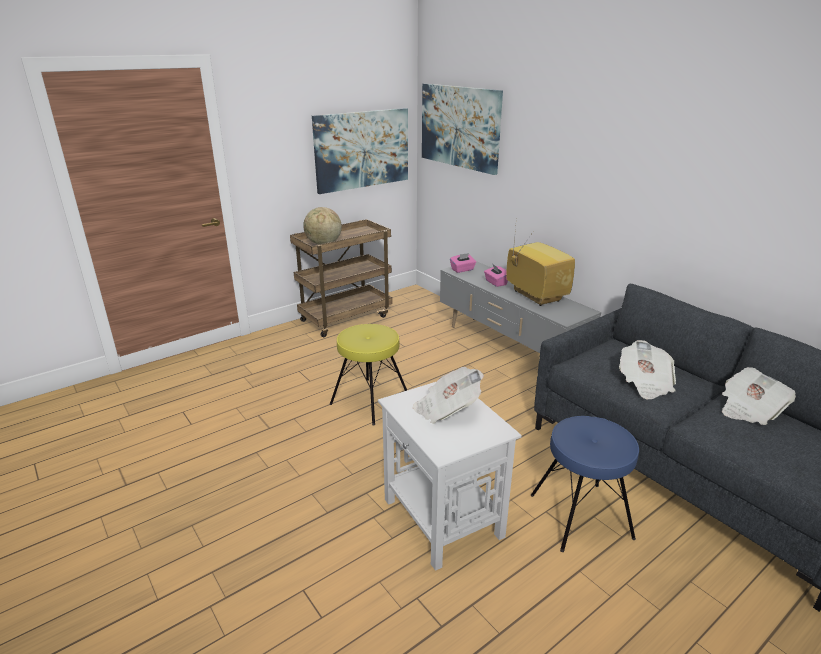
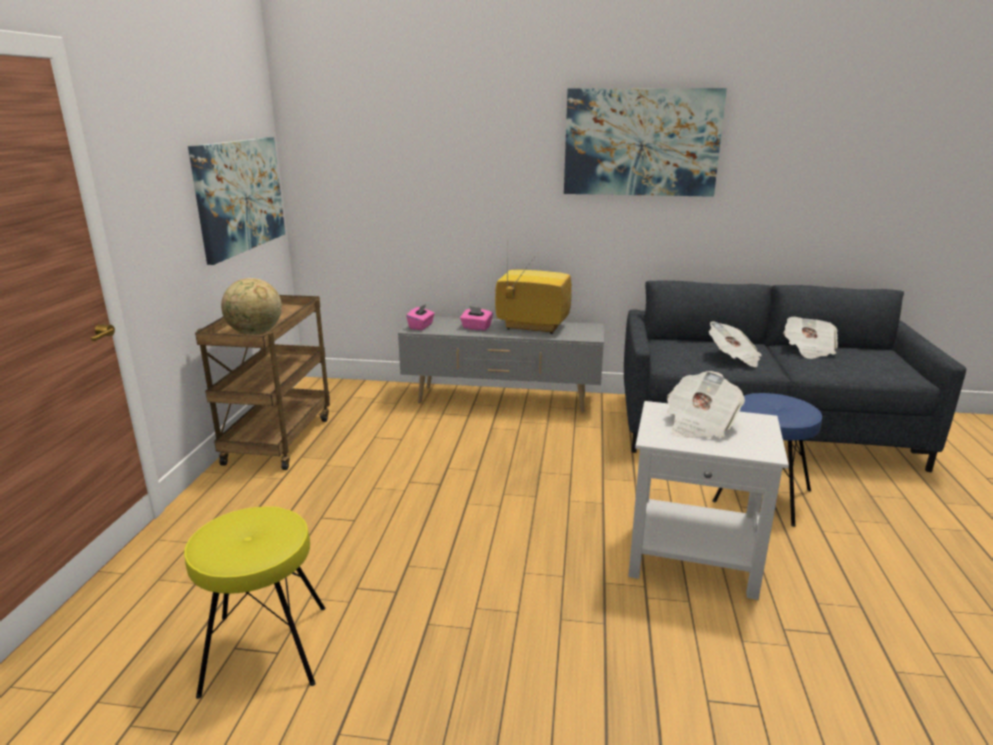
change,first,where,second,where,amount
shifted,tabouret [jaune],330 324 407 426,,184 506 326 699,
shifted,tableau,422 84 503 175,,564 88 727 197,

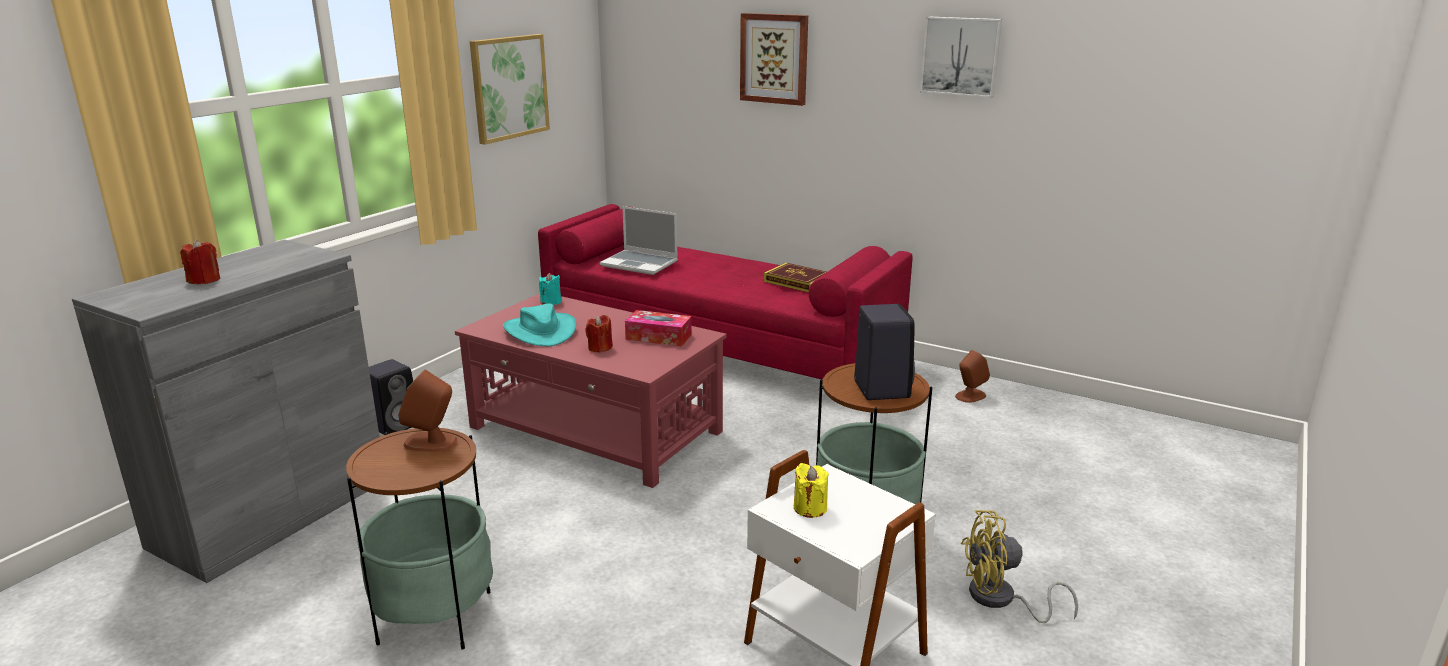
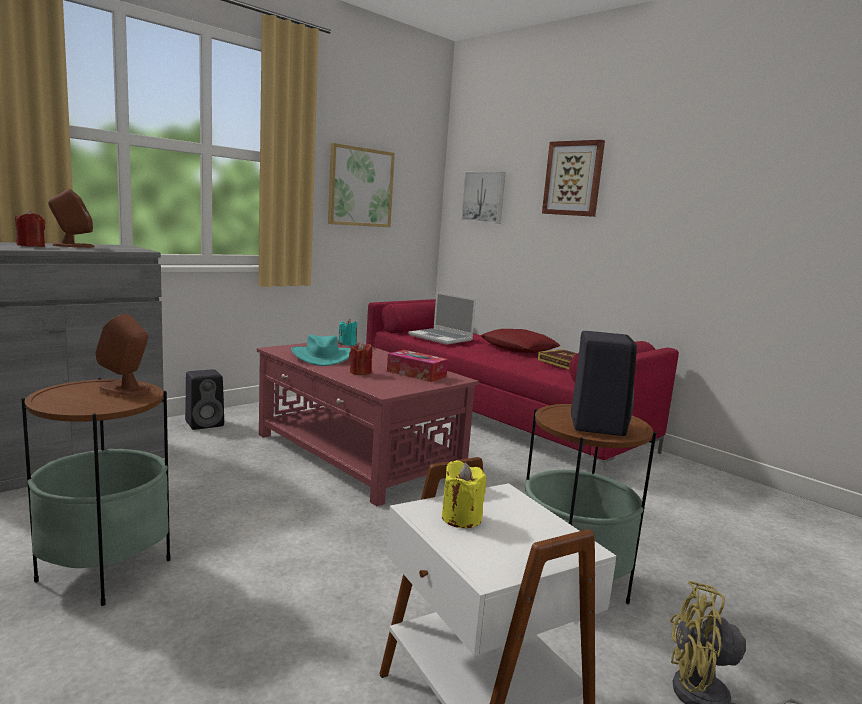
change,first,where,second,where,amount
shifted,tableau,920 17 1002 98,,461 172 506 224,
shifted,enceinte [marron],955 350 990 403,,48 189 94 248,
new,,,coussin [rouge],481 329 561 353,

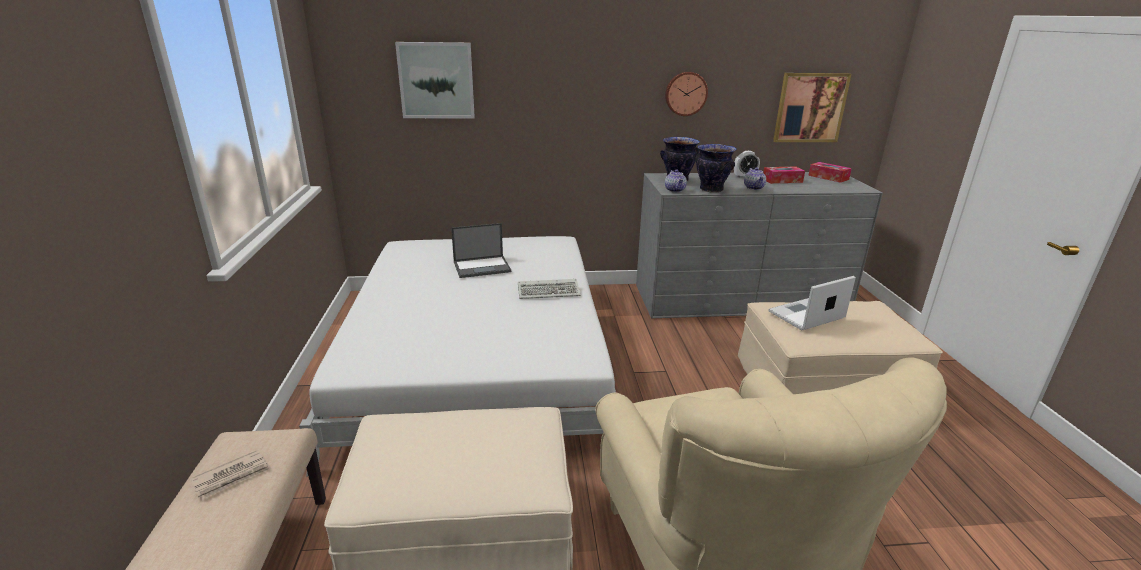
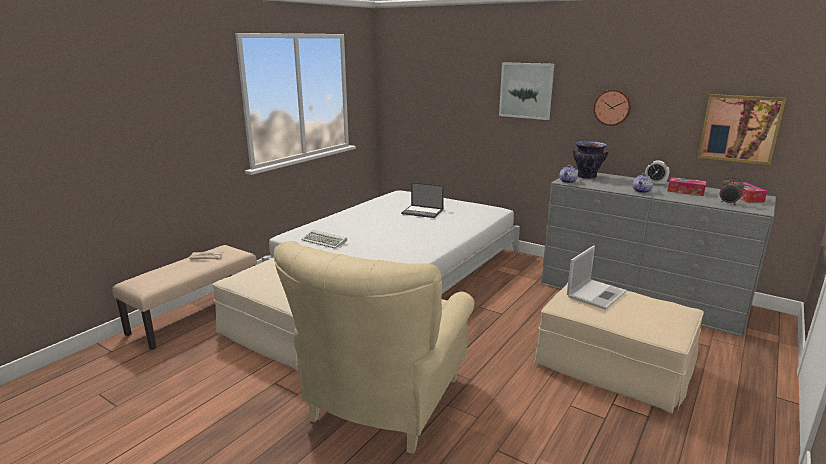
change,first,where,second,where,amount
shifted,tableau,395 42 475 118,,499 62 554 120,
shifted,clavier,518 279 580 299,,301 230 347 249,
gone,vase,695 144 737 193,,,
rotated,ordinateur portable,769 276 856 330,,567 246 627 310,120 degrees clockwise
new,,,réveil,720 177 744 205,

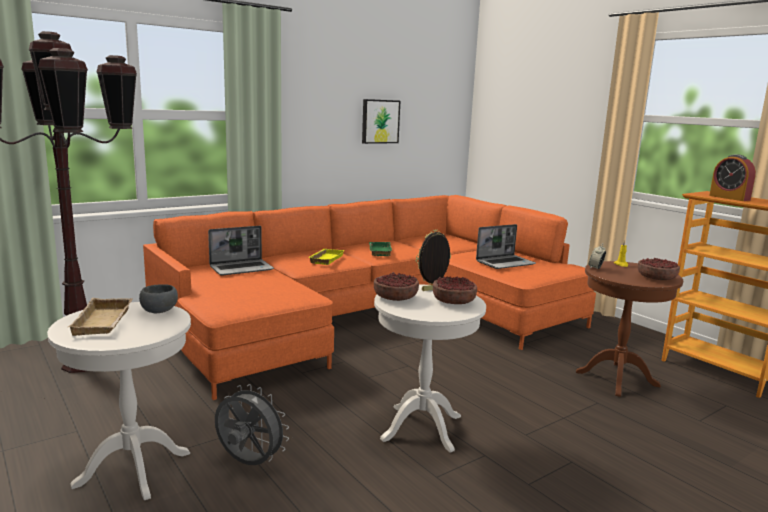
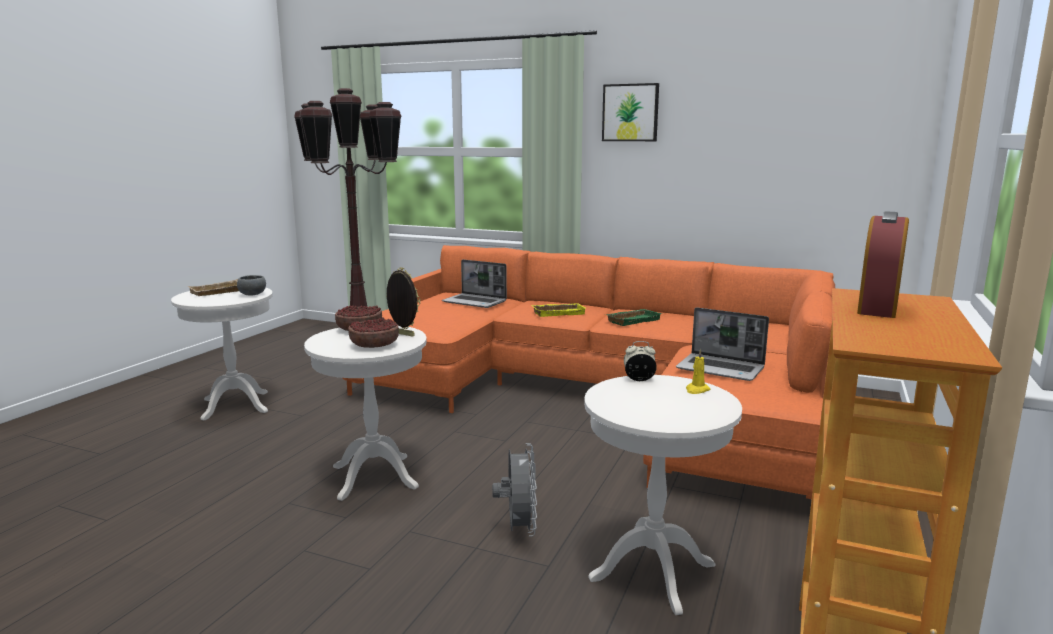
change,first,where,second,where,amount
shifted,ventilateur [gris],215 384 289 465,,492 443 537 537,
shifted,tableau,362 99 400 144,,602 83 659 141,
repainted,table d'appoint [marron],576 261 683 397,table d'appoint [blanc],584 375 742 615,
gone,bol,638 258 680 280,,,

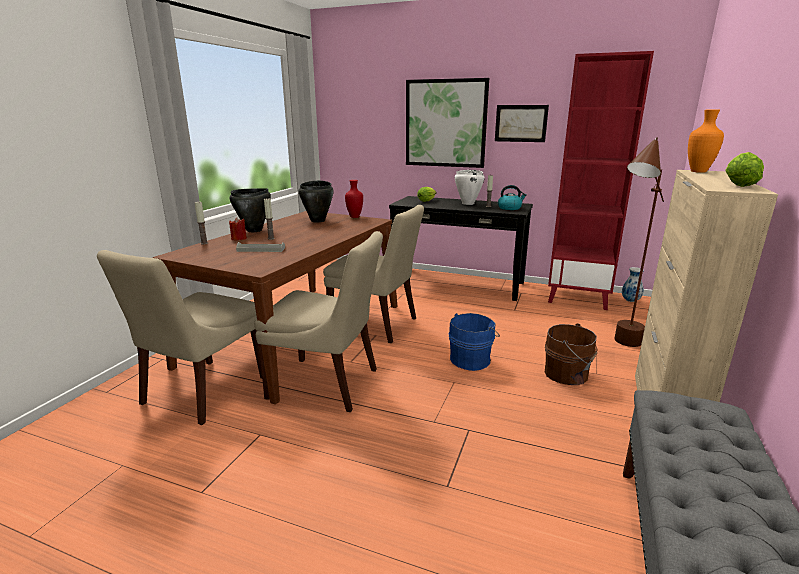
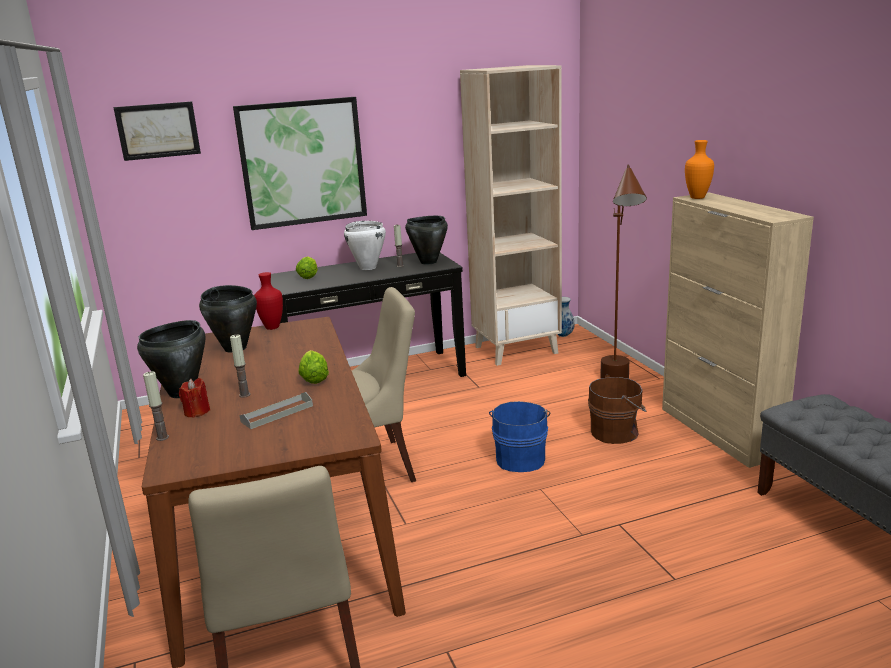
change,first,where,second,where,amount
gone,chaise [beige],254 231 383 412,,,
shifted,tableau,495 105 549 142,,113 101 201 161,
swapped,bouilloire,498 185 527 210,marmite [noir],405 216 448 265,
repainted,bibliothèque [rouge],548 51 654 310,bibliothèque [beige],460 65 562 366,
shifted,laitue,725 152 764 187,,298 350 329 384,

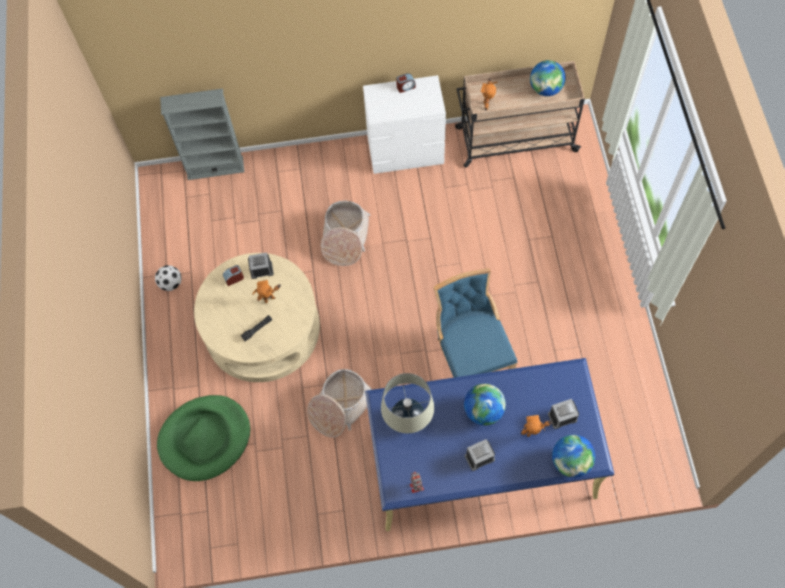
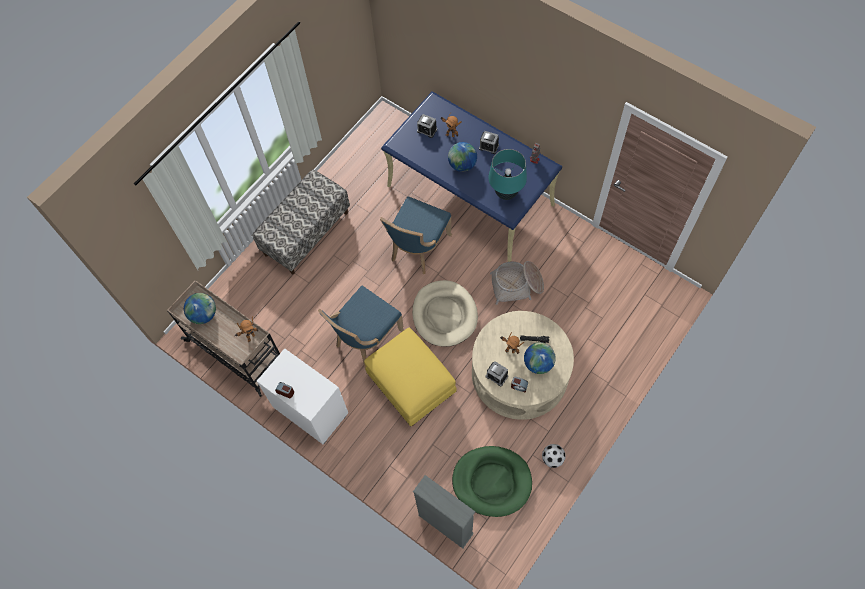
change,first,where,second,where,amount
shifted,panier pour chien [vert],157 395 251 481,,452 446 532 517,
swapped,panier,321 201 370 266,pouf [jaune],364 327 457 426,
repainted,lampe de table [beige],381 373 434 434,lampe de table [turquoise],488 149 527 200,
shifted,globe,552 435 595 478,,524 342 556 374,
new,,,banc,252 169 350 275,
new,,,chaise [bleu],318 286 404 367,
new,,,panier pour chien [beige],412 280 478 347,

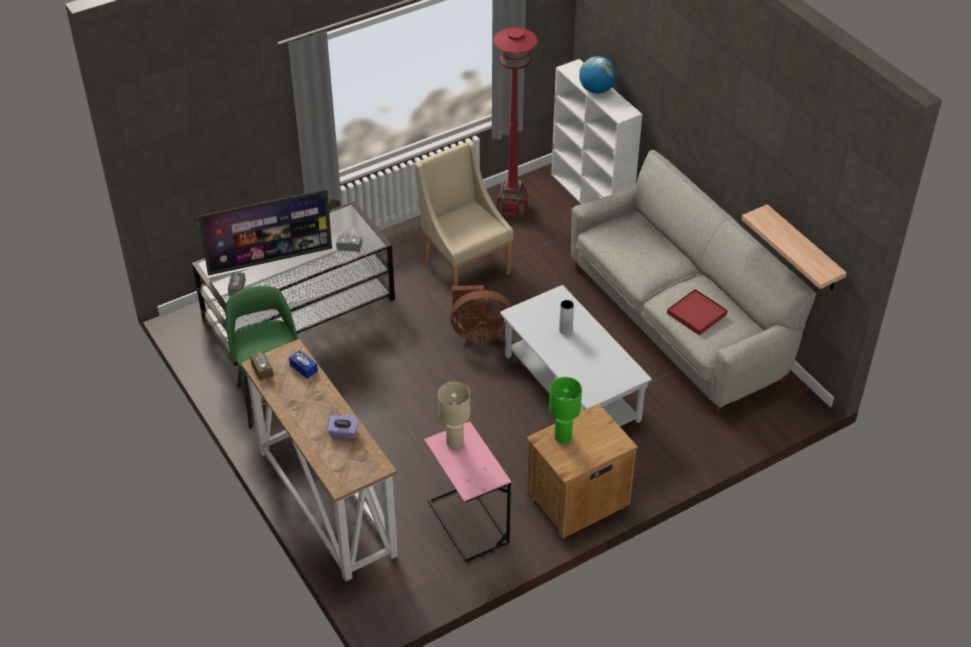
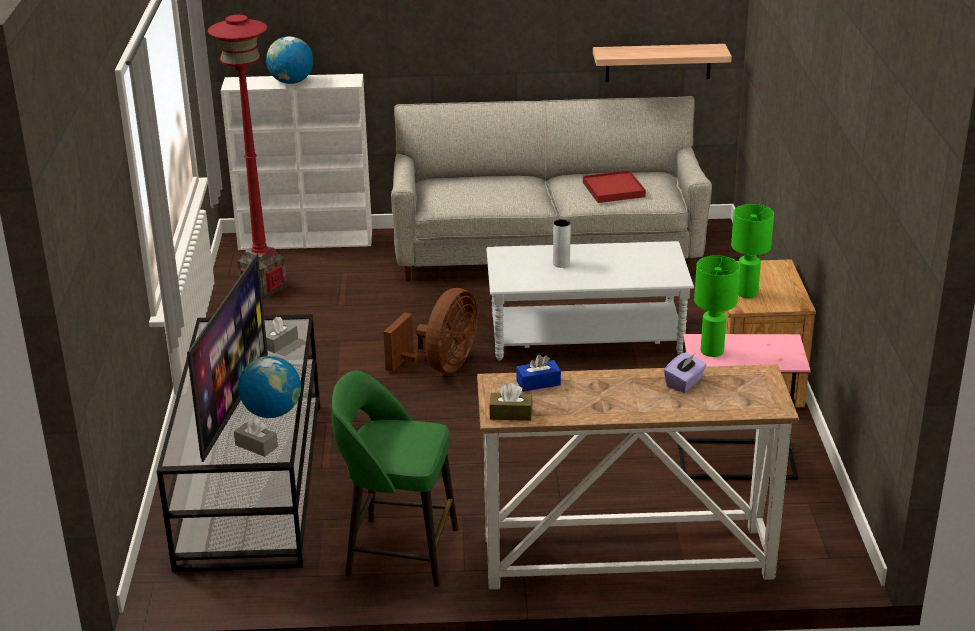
change,first,where,second,where,amount
gone,fauteuil [beige],414 141 513 286,,,
repainted,lampe de table [beige],438 382 470 449,lampe de table [vert],694 255 740 357,
new,,,globe,238 356 301 418,

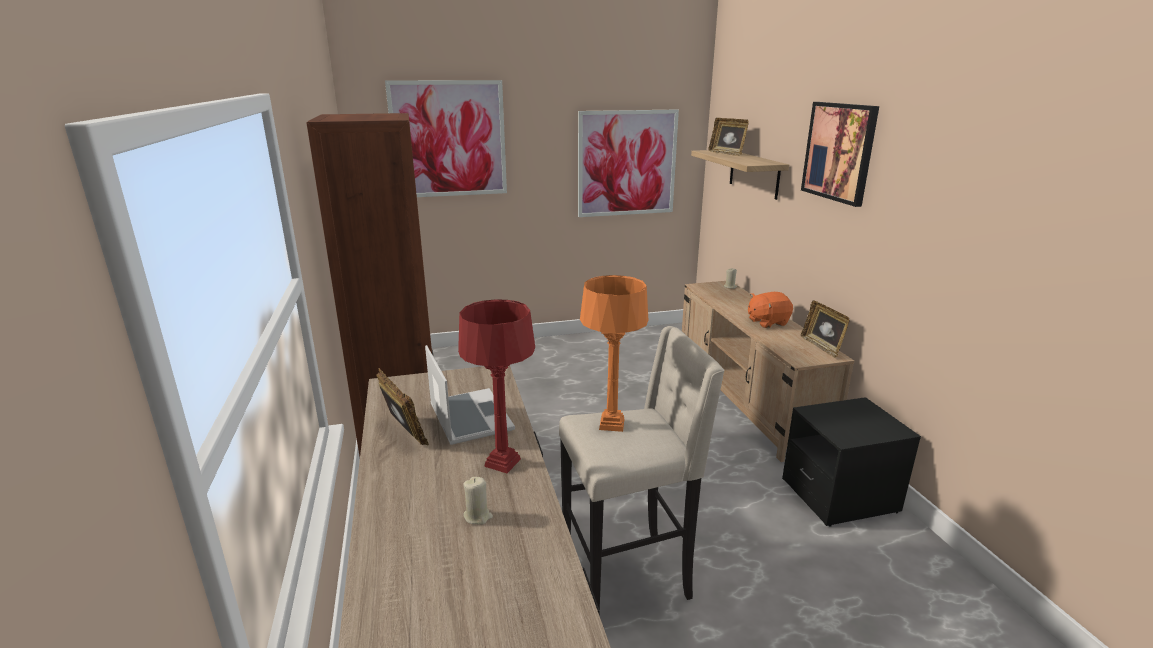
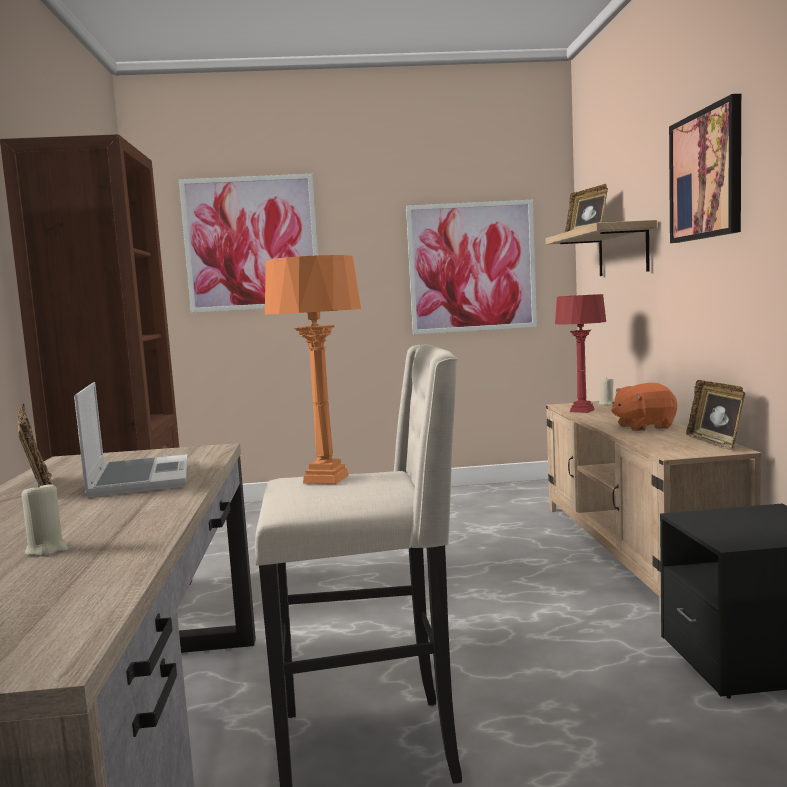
change,first,where,second,where,amount
shifted,lampe de table [rouge],458 299 535 473,,555 294 606 413,

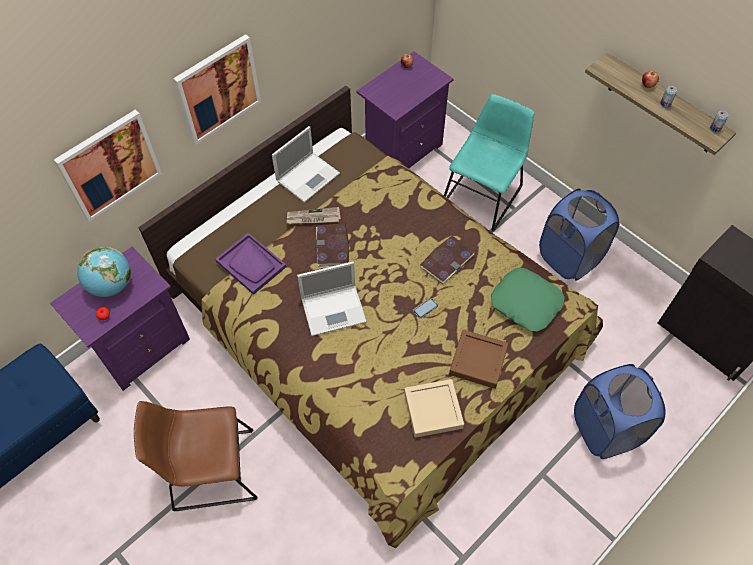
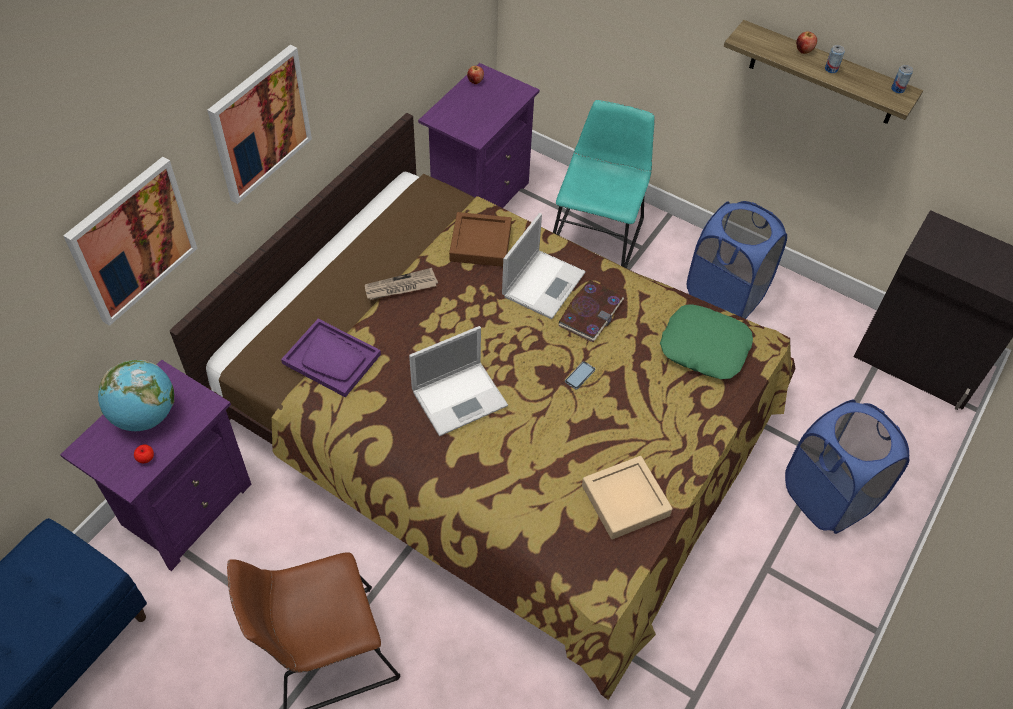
change,first,where,second,where,amount
shifted,ordinateur portable,272 126 340 203,,502 213 586 319,
gone,livre,315 223 349 268,,,
shifted,plateau [marron],449 330 508 389,,449 212 512 267,

